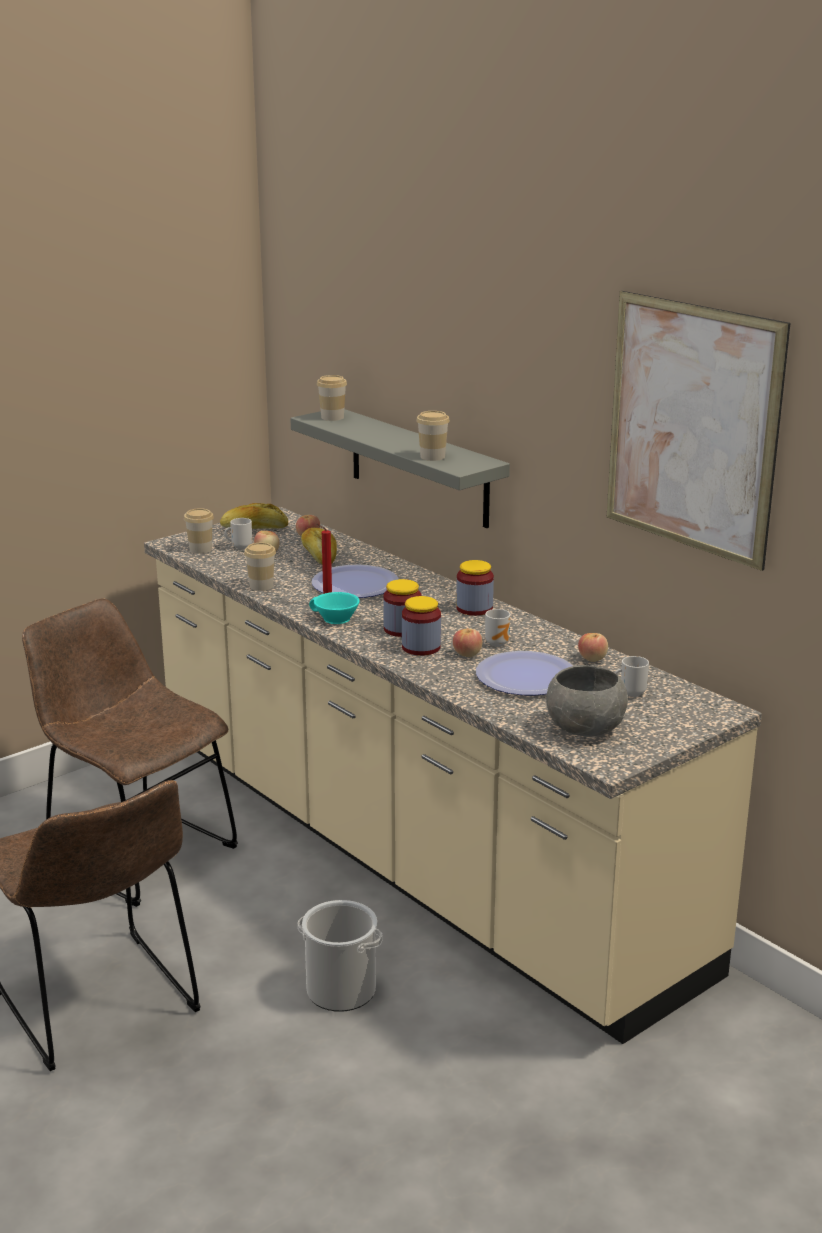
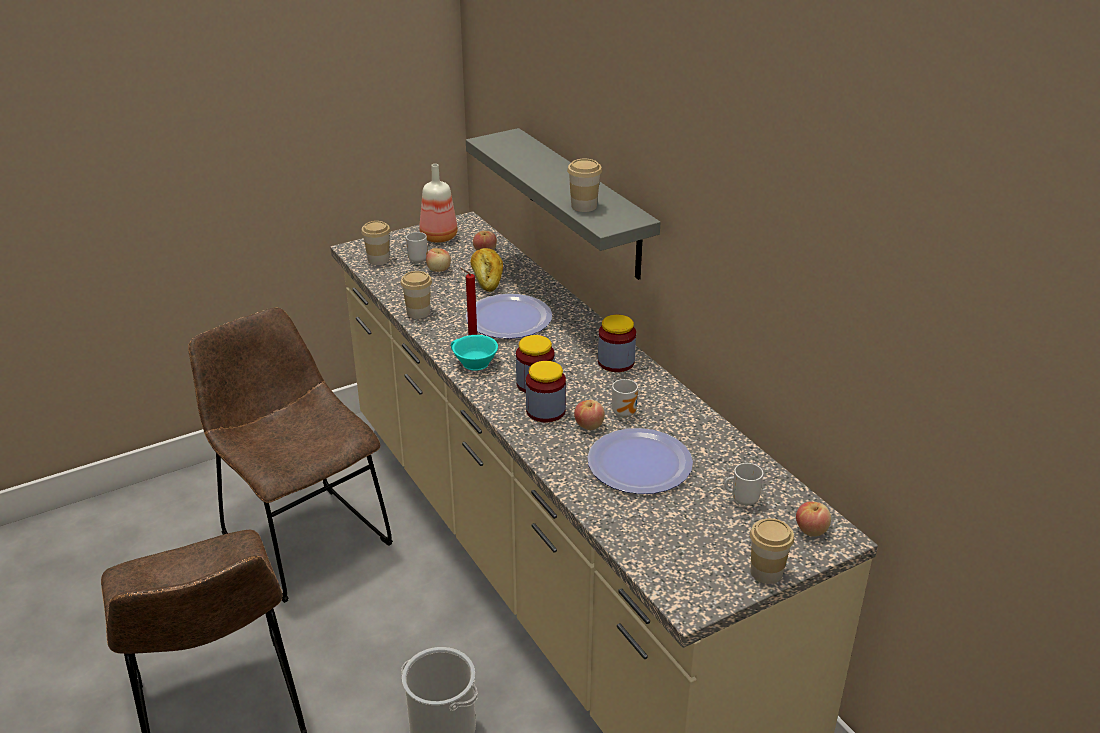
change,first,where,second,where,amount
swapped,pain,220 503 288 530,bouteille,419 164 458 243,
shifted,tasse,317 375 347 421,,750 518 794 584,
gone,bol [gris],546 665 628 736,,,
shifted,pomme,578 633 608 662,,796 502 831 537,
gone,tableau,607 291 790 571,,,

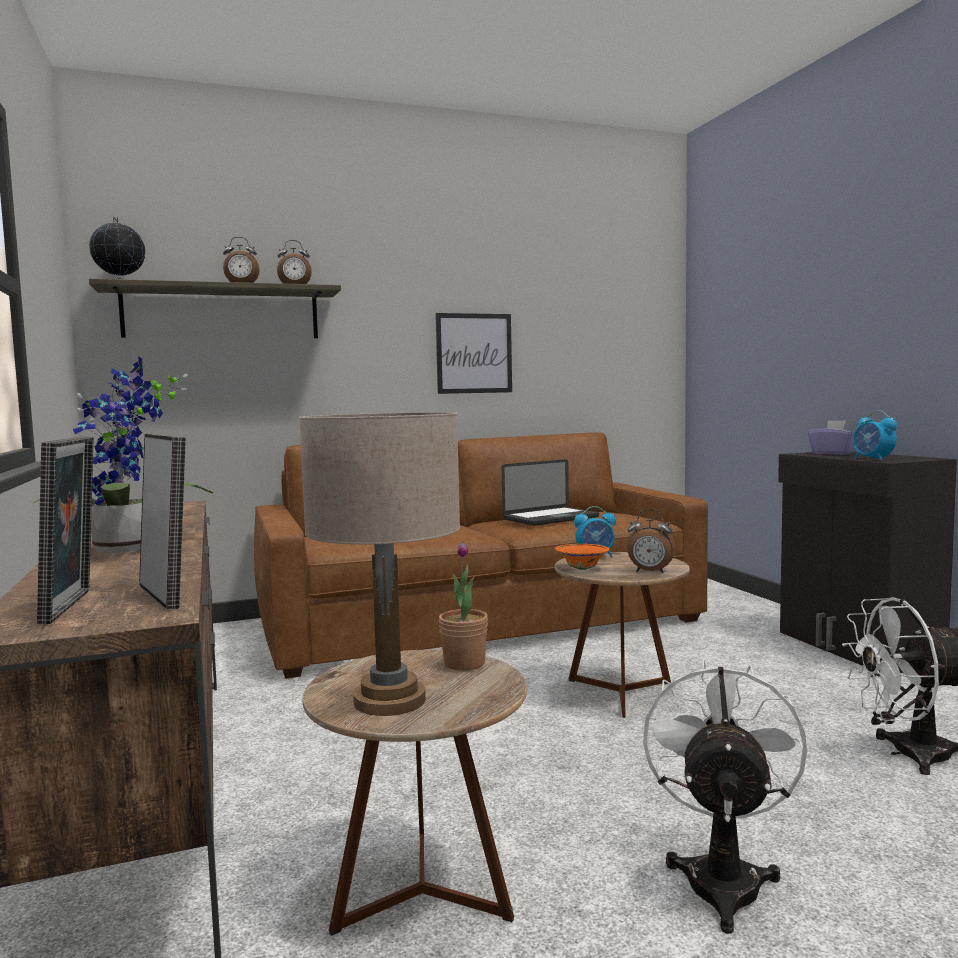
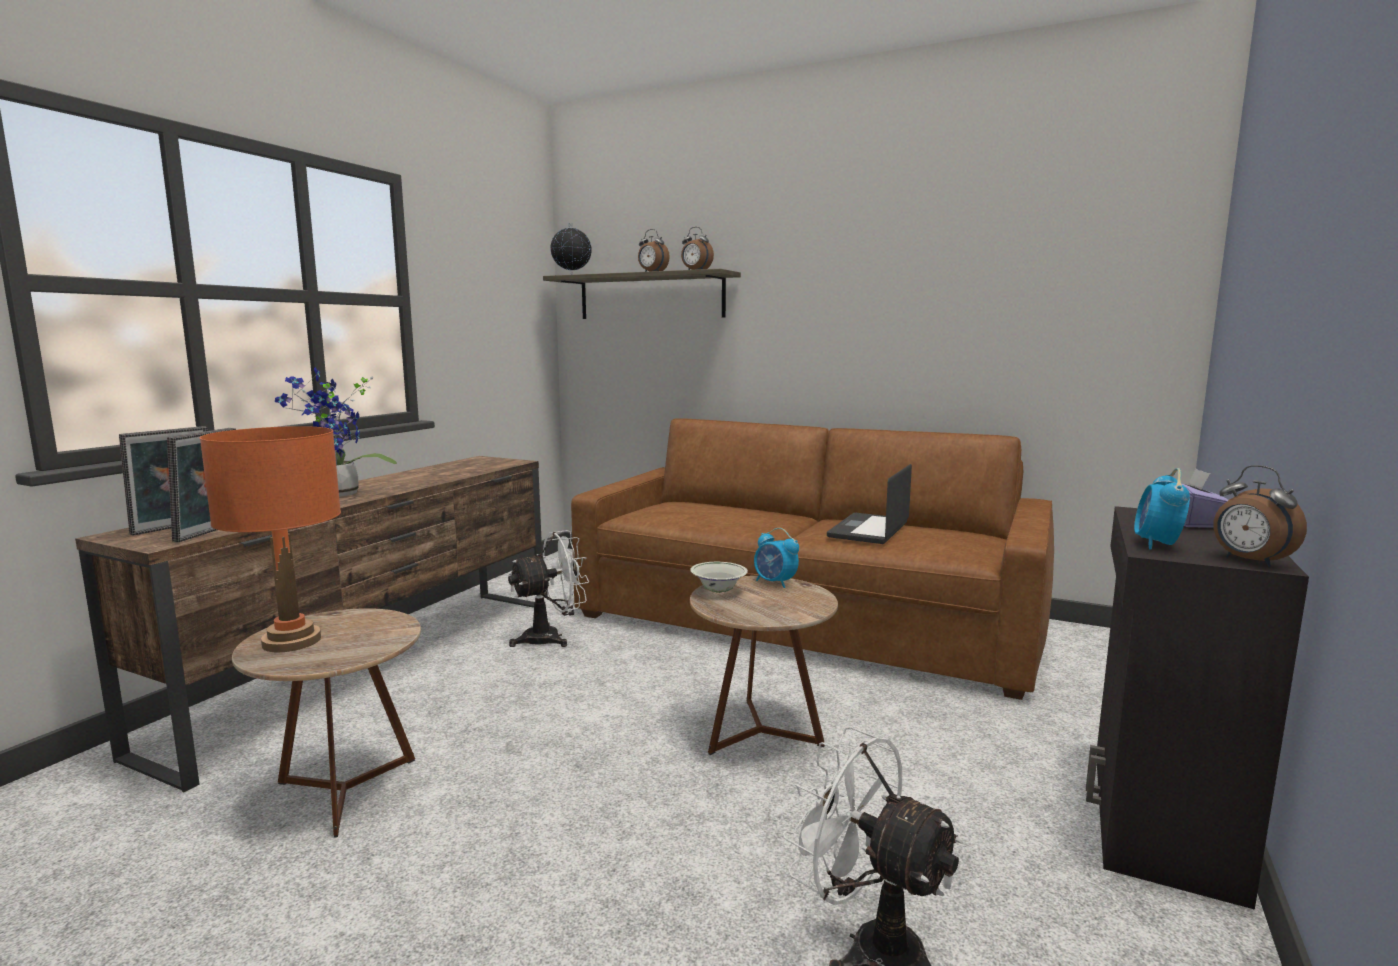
change,first,where,second,where,amount
repainted,lampe de table [beige],299 412 460 716,lampe de table [orange],200 426 341 652,
gone,tableau,435 313 512 394,,,
gone,plante en pot,439 542 488 671,,,
rotated,ordinateur portable,502 459 599 526,,827 464 912 544,105 degrees clockwise
repainted,bol [orange],555 544 609 570,bol [blanc],690 562 748 593,
shifted,réveil,627 509 675 573,,1214 465 1307 567,
shifted,ventilateur [blanc],643 659 807 934,,508 530 589 647,

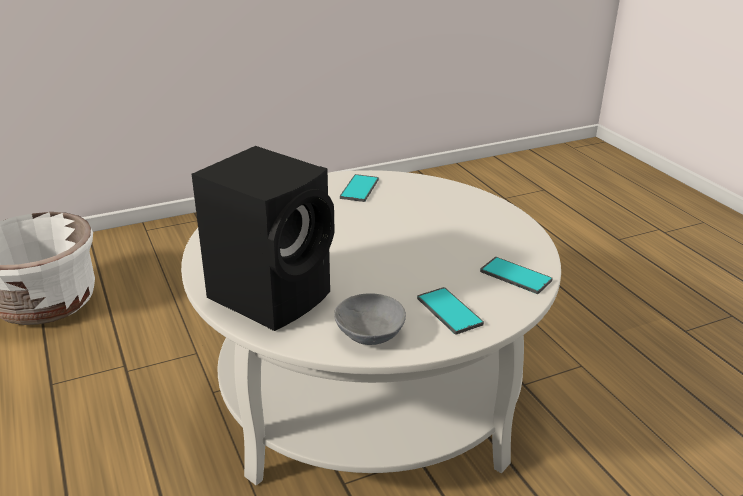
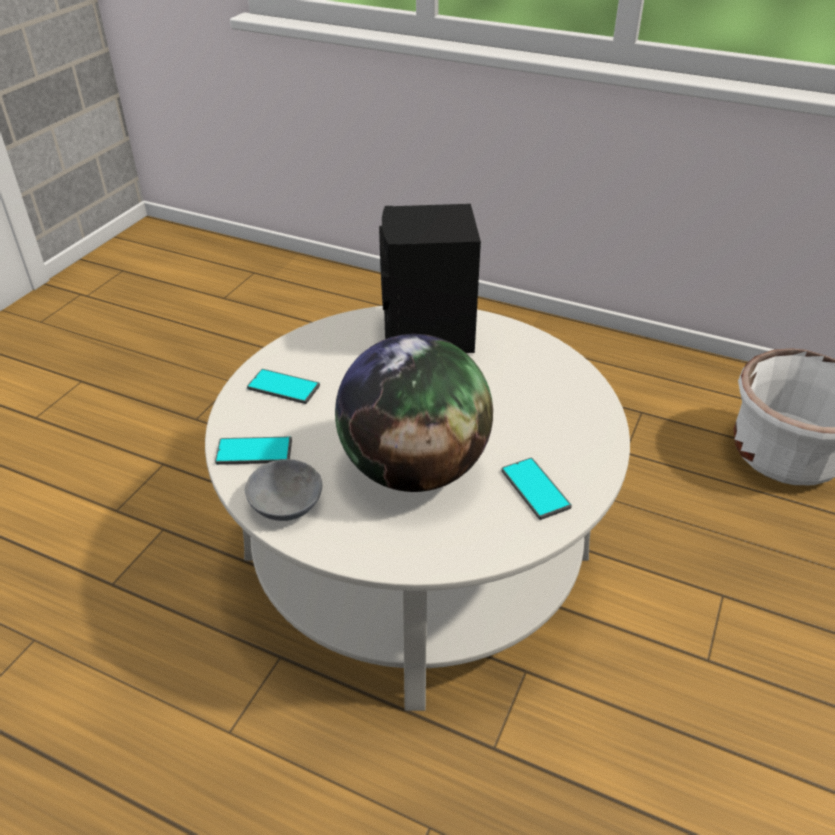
change,first,where,second,where,amount
shifted,bol [gris],334 294 406 345,,245 459 322 521,
new,,,globe,335 334 493 492,

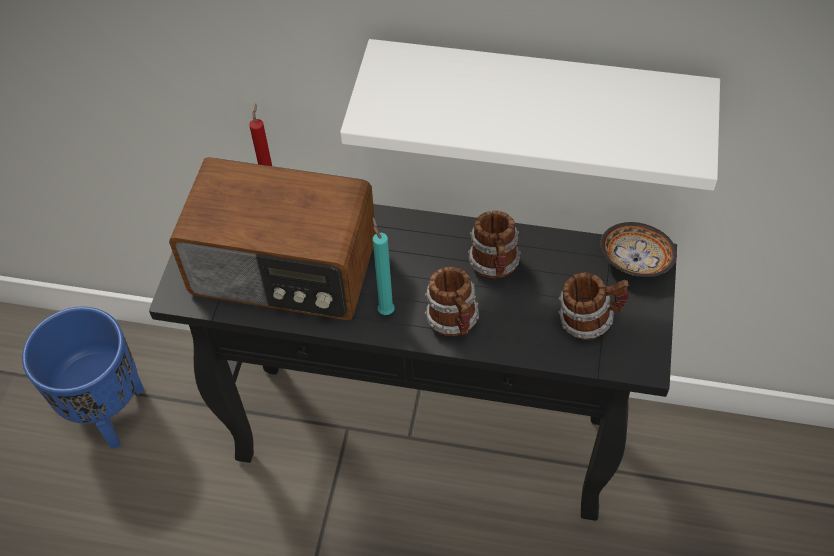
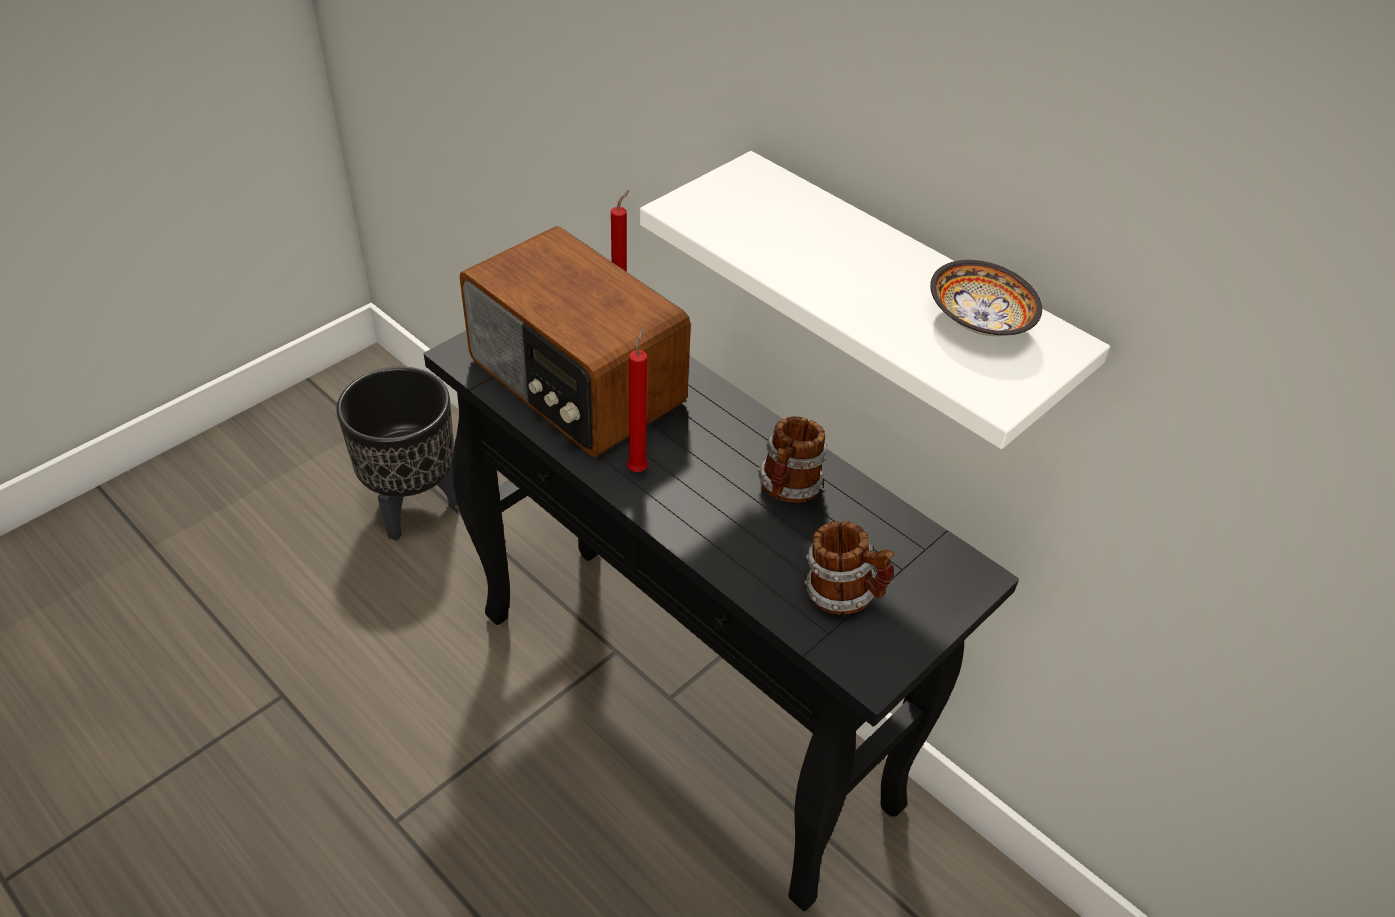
change,first,where,second,where,amount
repainted,cache-pot [bleu],22 307 144 449,cache-pot [noir],336 366 458 541,
repainted,bougie [turquoise],373 218 395 315,bougie [rouge],627 329 648 472,
gone,mug,425 267 479 336,,,
shifted,bol,600 222 677 277,,930 260 1042 336,

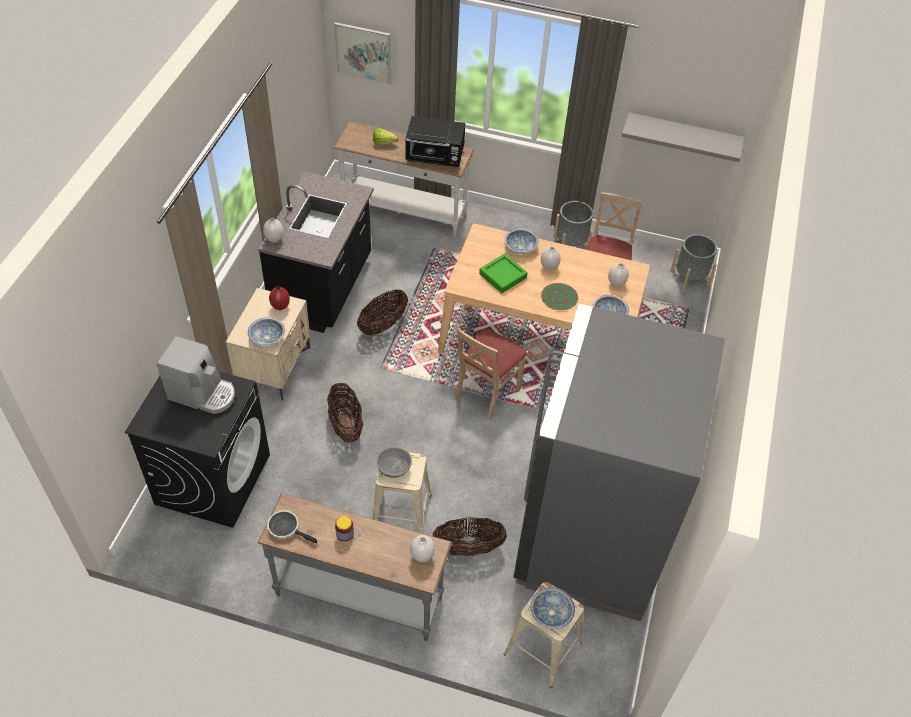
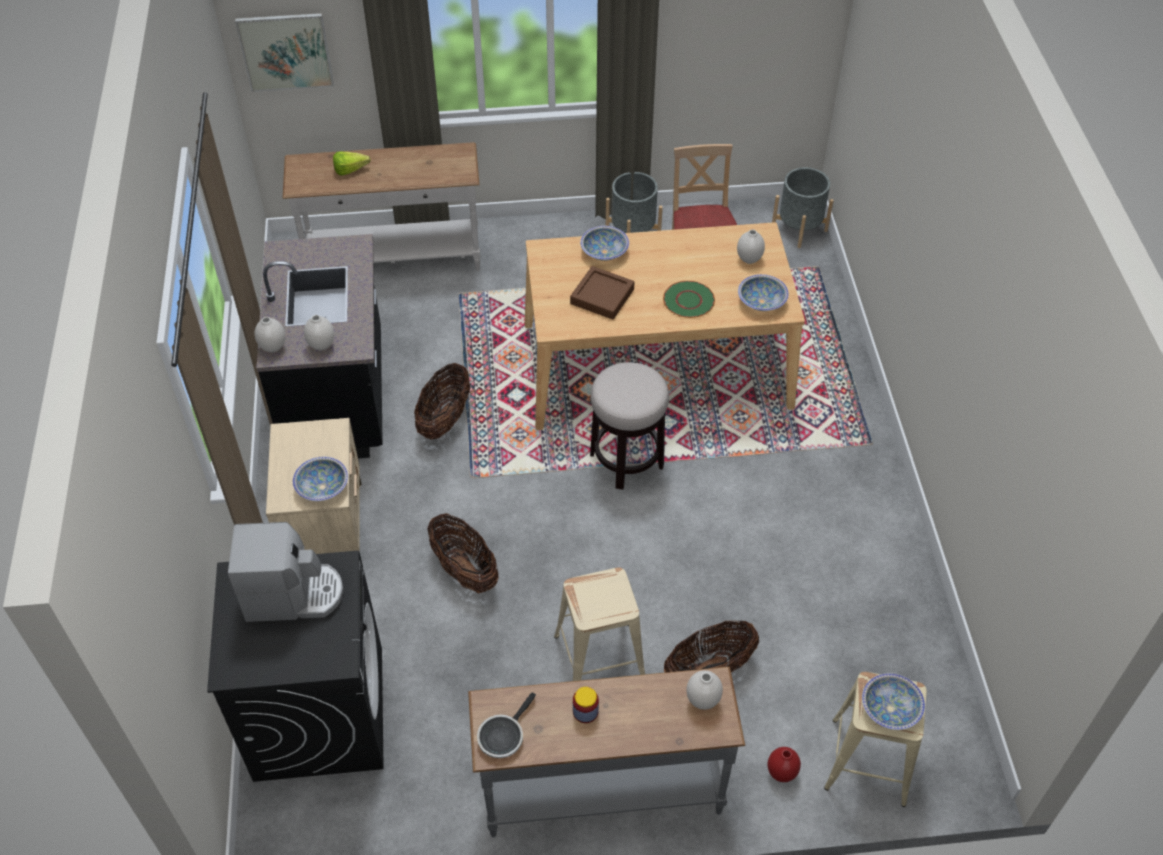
change,first,where,second,where,amount
rotated,poêle,267 510 317 544,,477 692 536 758,60 degrees counterclockwise
shifted,vase [rouge],269 286 290 310,,768 747 801 782,
gone,bol [gris],376 447 412 478,,,
gone,micro-ondes [noir],405 116 465 167,,,
swapped,chaise [beige],455 328 528 420,tabouret,590 362 669 490,
repainted,plateau [vert],479 254 527 293,plateau [marron],570 266 634 320,
gone,réfrigérateur [gris],513 303 725 621,,,
shifted,vase [blanc],541 246 561 270,,304 315 334 350,
gone,étagère [gris],621 112 744 162,,,

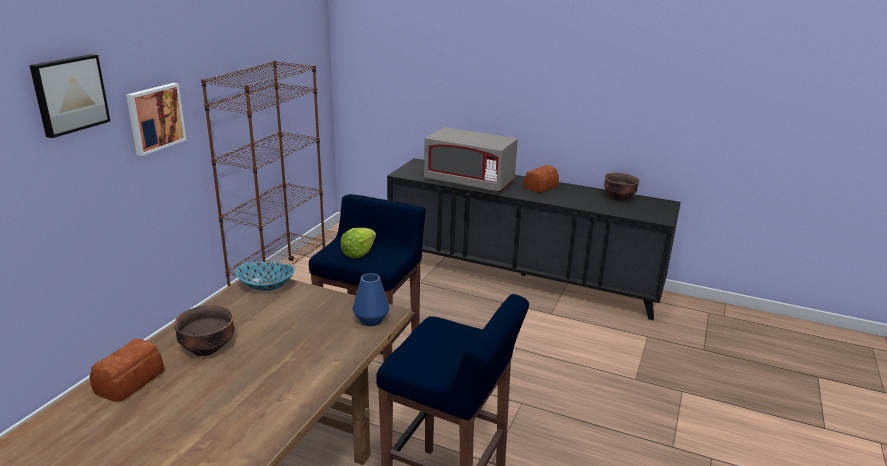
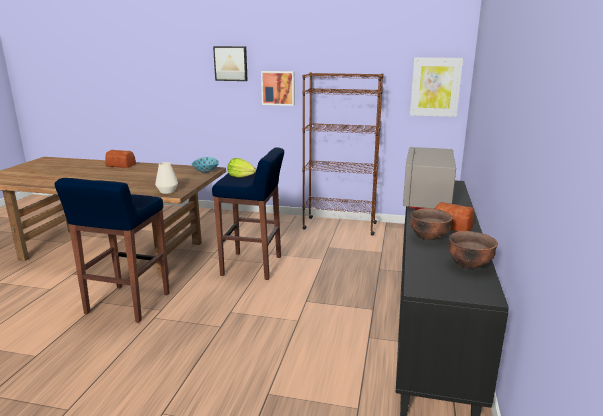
change,first,where,second,where,amount
shifted,bol [marron],174 305 234 356,,410 208 453 240,
repainted,vase [bleu],353 273 390 326,vase [blanc],155 162 178 194,
new,,,tableau,410 57 463 117,

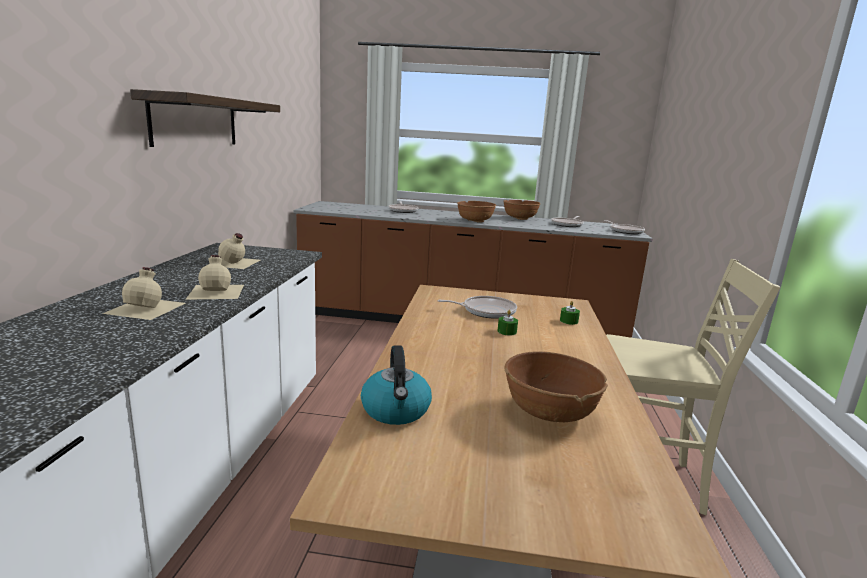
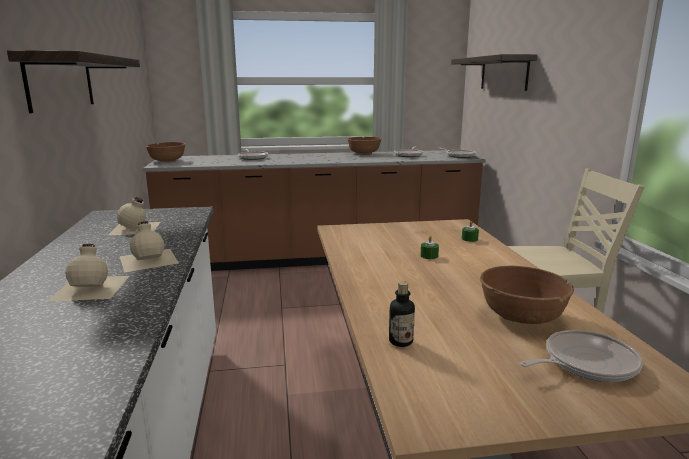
change,first,where,second,where,amount
swapped,bouilloire,361 345 432 425,bouteille,389 281 415 347,
shifted,poêle,437 296 517 319,,520 330 643 382,
shifted,bol [marron],457 201 496 223,,146 142 186 163,
new,,,étagère,451 54 537 91,

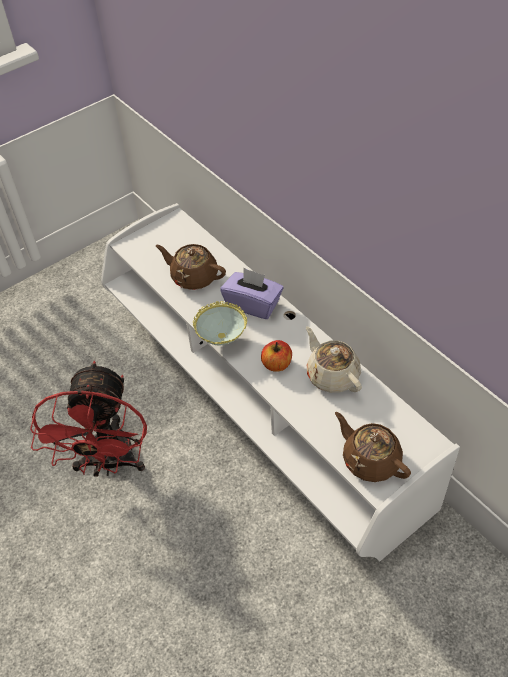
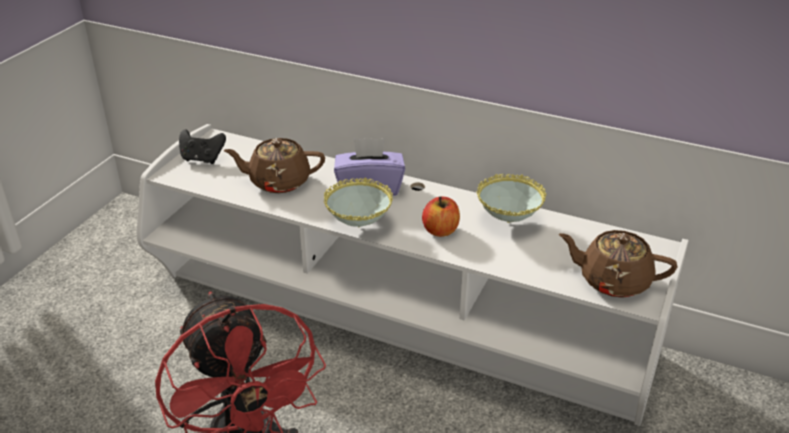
change,first,where,second,where,amount
swapped,théière [beige],306 326 362 393,bol,477 174 546 223,
new,,,manette [noir],179 129 226 164,

